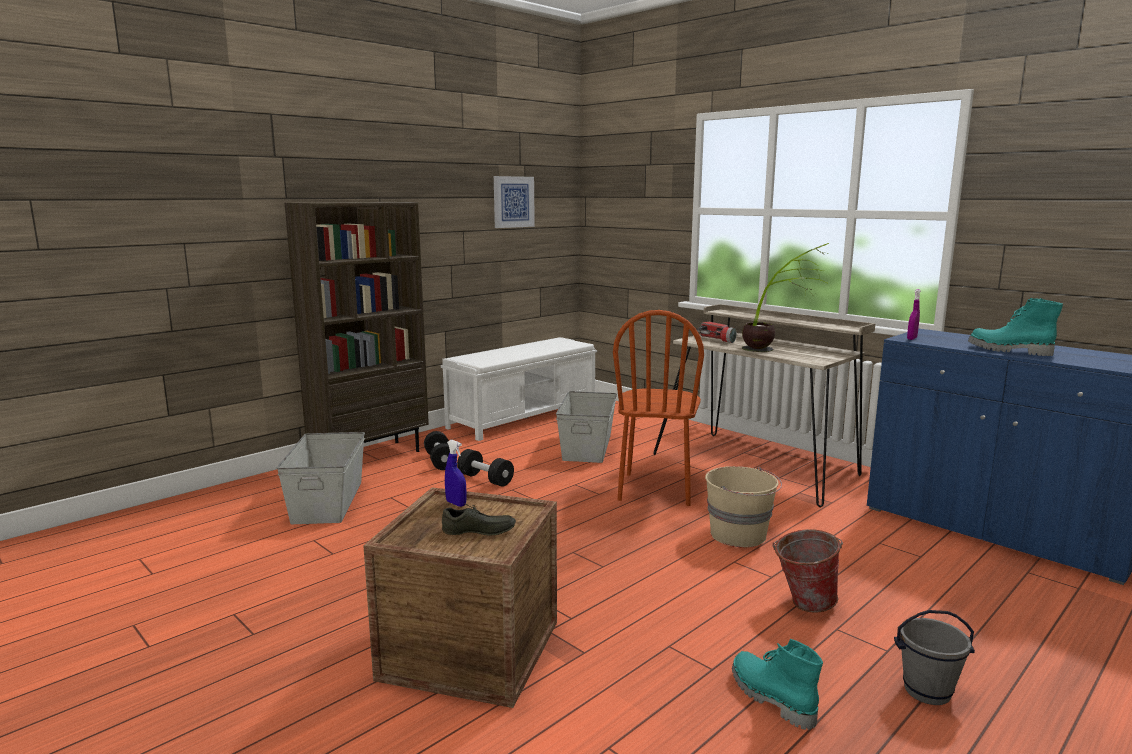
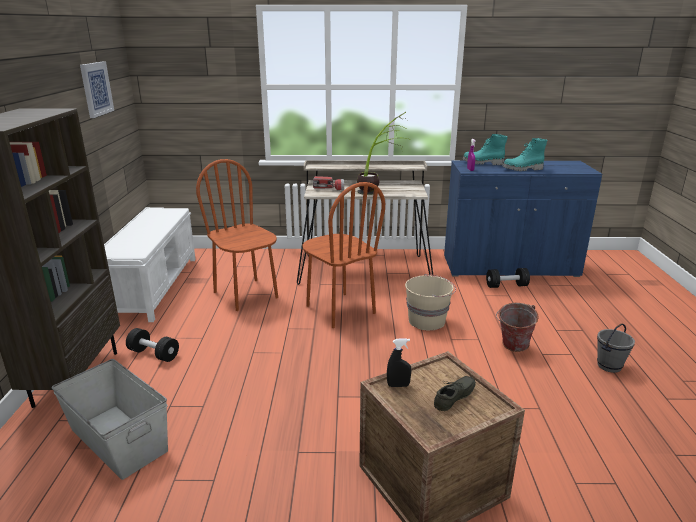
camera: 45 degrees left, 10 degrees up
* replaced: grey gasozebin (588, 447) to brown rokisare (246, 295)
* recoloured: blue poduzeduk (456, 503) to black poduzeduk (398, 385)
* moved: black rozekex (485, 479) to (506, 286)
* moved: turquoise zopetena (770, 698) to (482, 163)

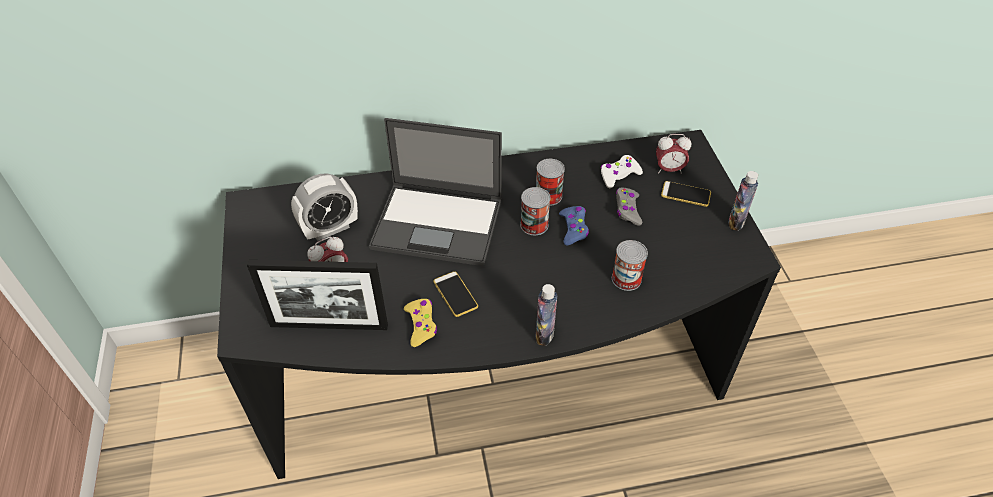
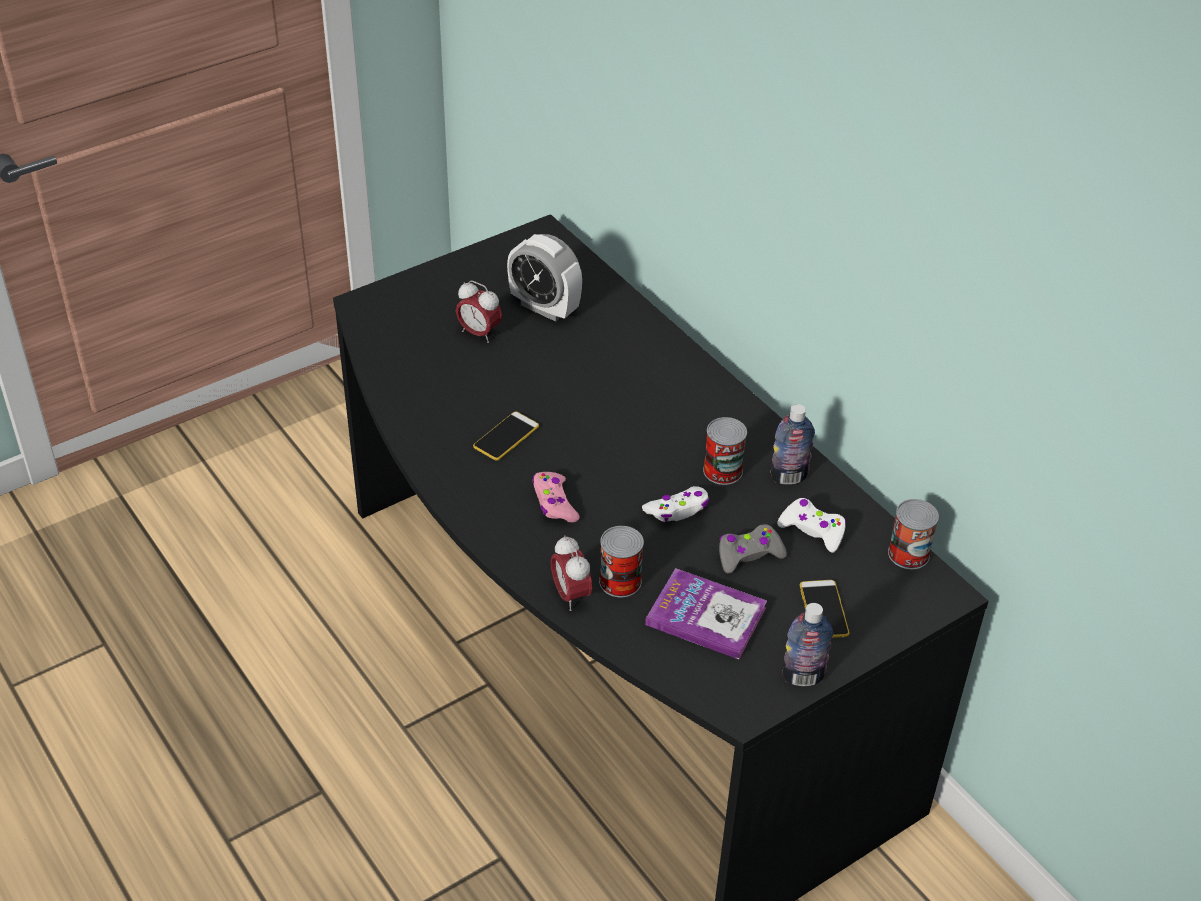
camera: 65 degrees right, 5 degrees down
* removed: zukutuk (439, 224)
* moved: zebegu (669, 169) to (570, 595)
* moved: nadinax (534, 225) to (908, 554)
* recoloured: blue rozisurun (573, 228) to white rozisurun (678, 510)
* removed: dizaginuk (329, 325)
* moved: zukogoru (544, 334) to (788, 477)
* removed: yellow rozisurun (421, 325)
* added: pink rozisurun (554, 503)
* added: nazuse (706, 616)

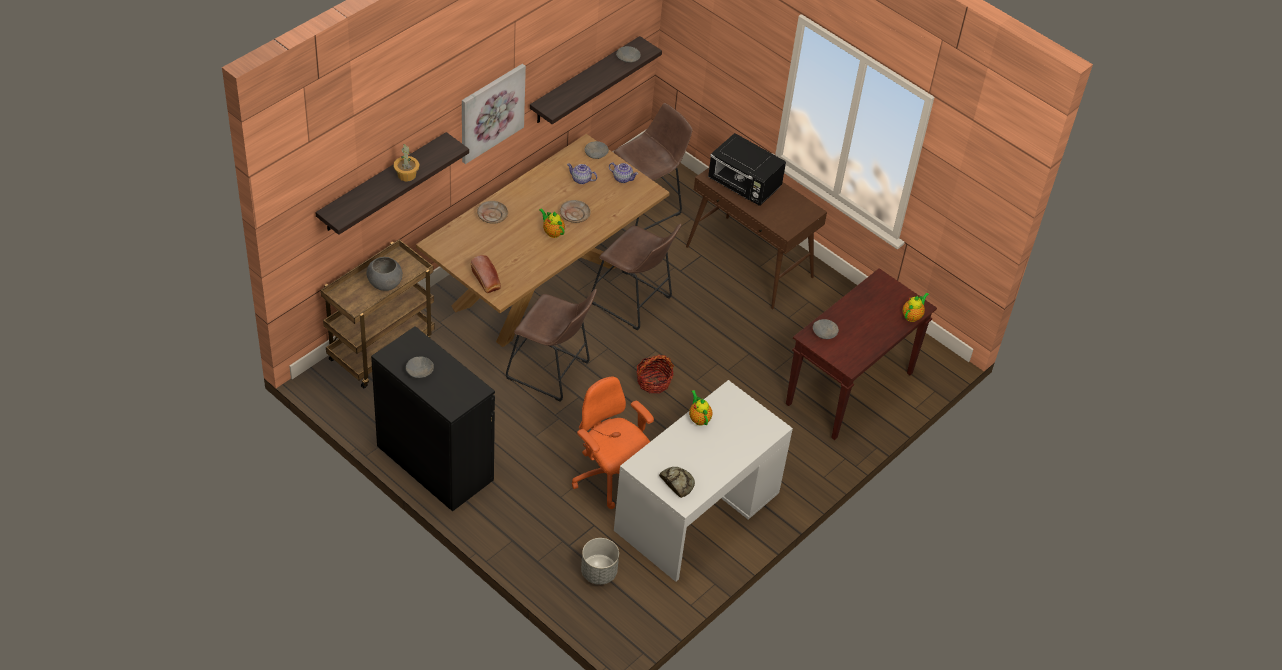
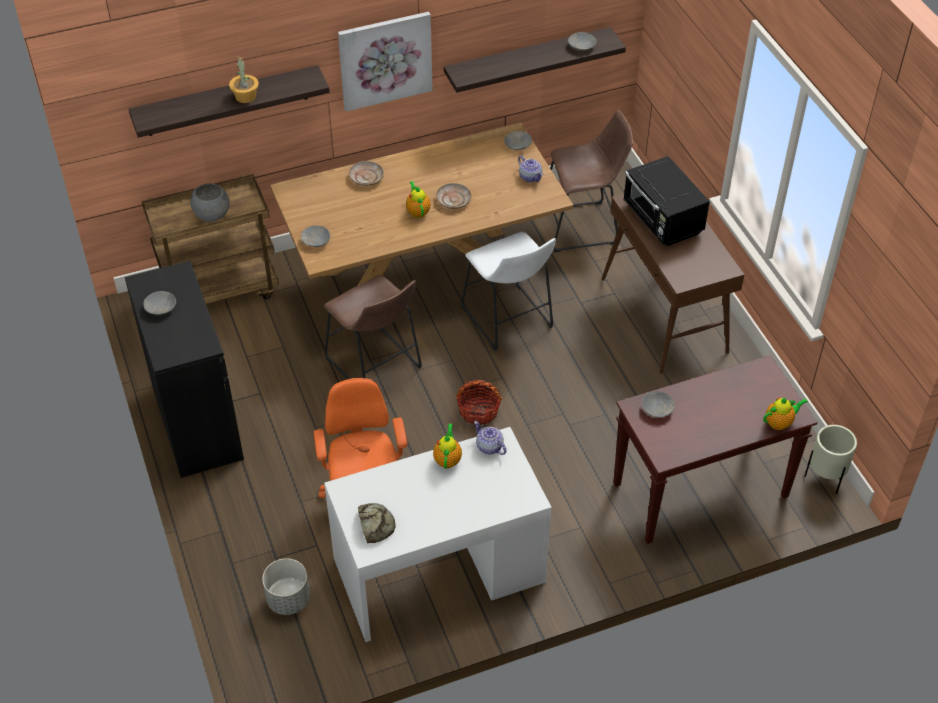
camera: 30 degrees right, 0 degrees up
* moved: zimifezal (581, 180) to (489, 447)
* recoloured: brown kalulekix (634, 303) to white kalulekix (509, 321)
* replaced: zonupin (486, 281) to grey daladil (315, 241)
* added: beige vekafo (825, 479)

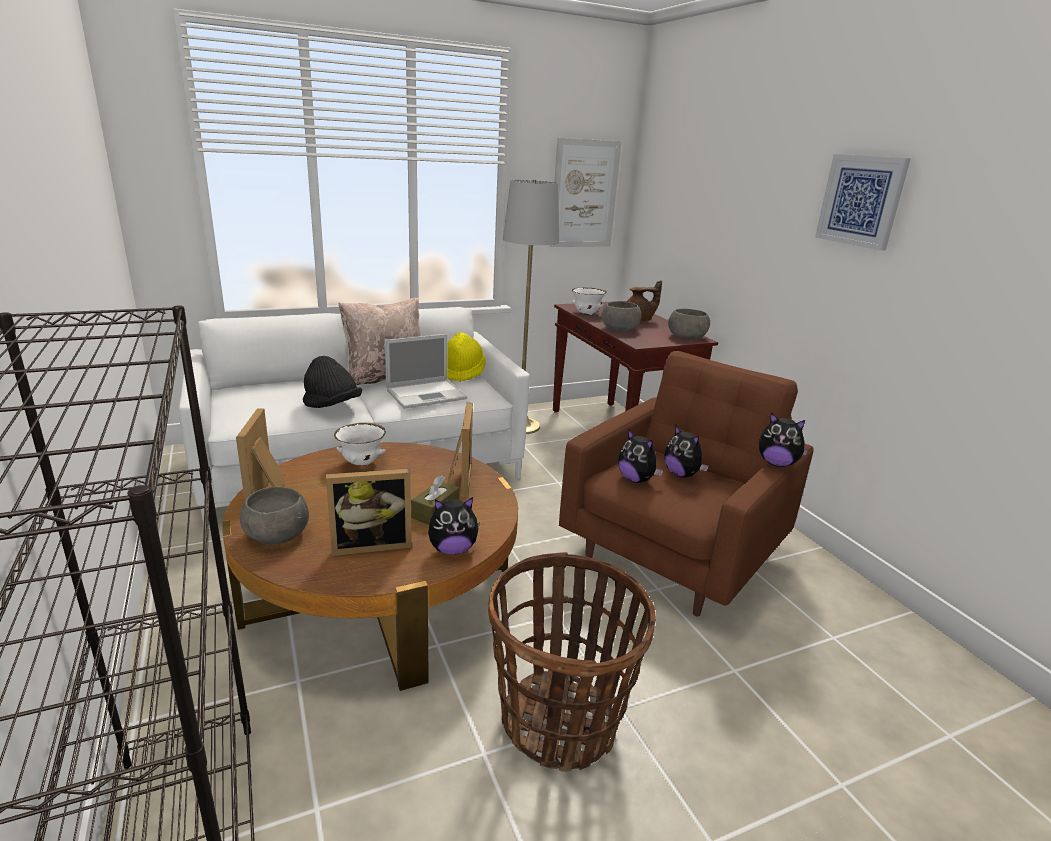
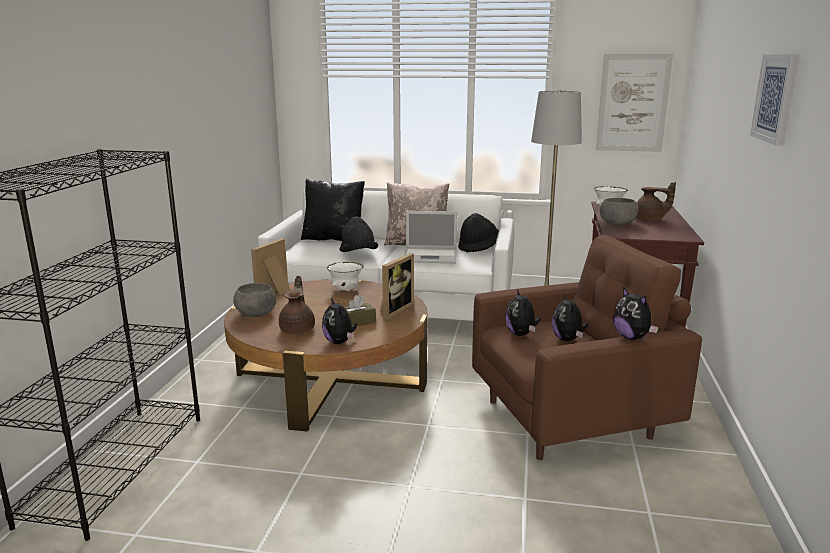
camera: 35 degrees right, 5 degrees down
* removed: grey daladil (687, 337)
* recoloured: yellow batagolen (463, 373) to black batagolen (478, 247)
* replaced: dizaginuk (371, 544) to brown zimifezal (298, 329)
* turned: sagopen (452, 549) = (339, 342) 45 degrees clockwise
* removed: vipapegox (559, 722)
* added: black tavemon (333, 239)

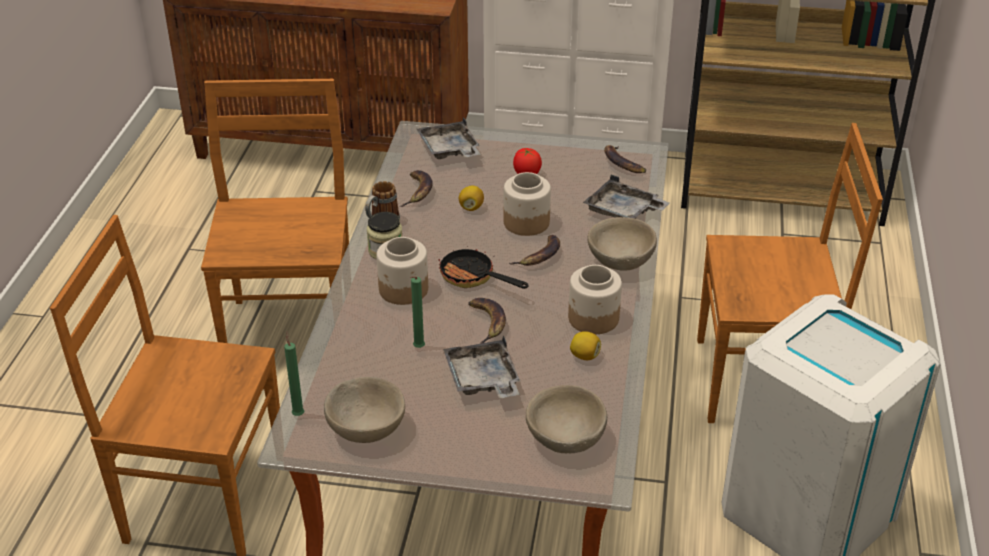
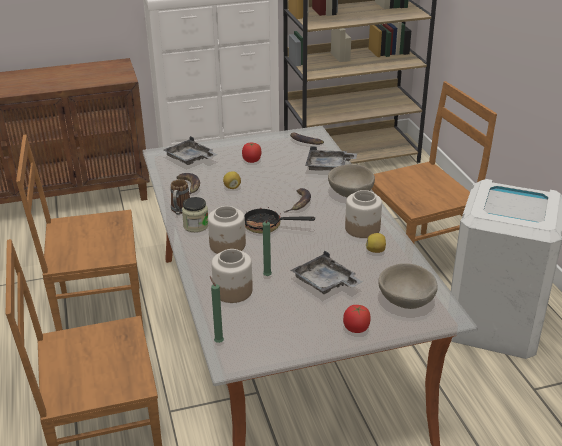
camera: 25 degrees left, 5 degrees down
* turned: brown rokisare (290, 329) = (98, 317) 75 degrees counterclockwise
* moved: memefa (525, 222) to (232, 291)
* removed: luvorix (487, 323)
* removed: beige daladil (367, 429)
* added: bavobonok (356, 329)

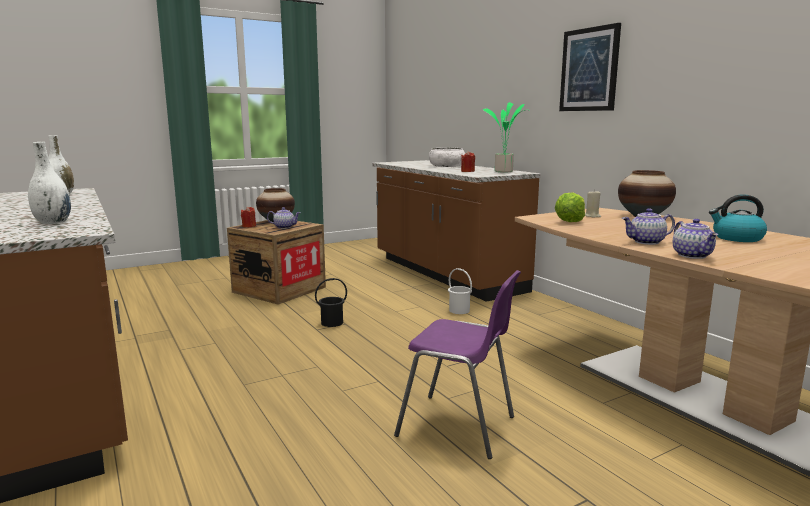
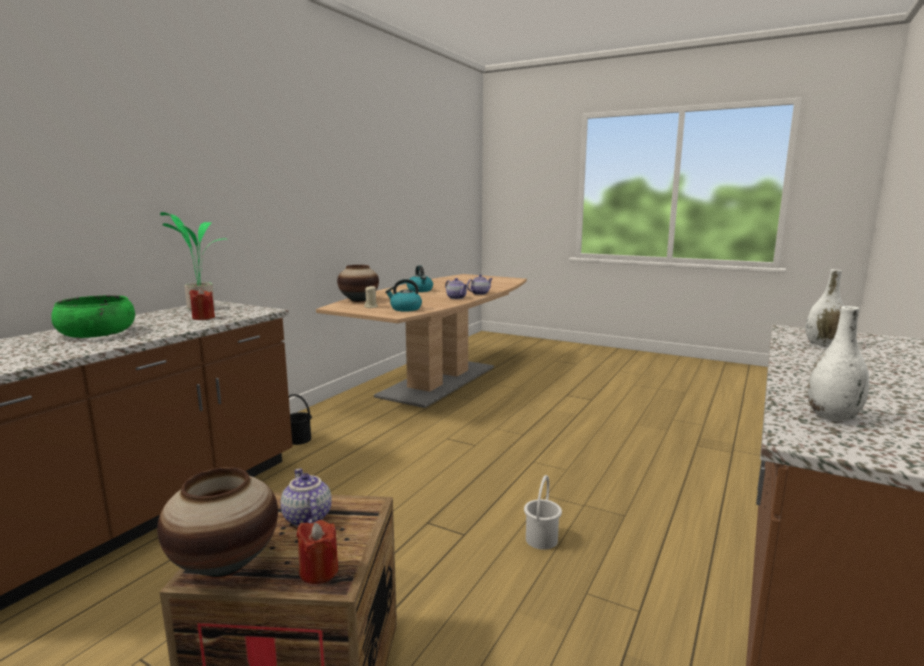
camera: 120 degrees left, 0 degrees up
* removed: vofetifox (589, 70)
* recoloured: white daladil (447, 166) to green daladil (97, 333)
* replaced: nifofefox (569, 221) to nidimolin (405, 309)
* moved: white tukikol (459, 310) to (542, 539)
* removed: purple rokisare (459, 427)
* moved: black tukikol (331, 322) to (299, 440)

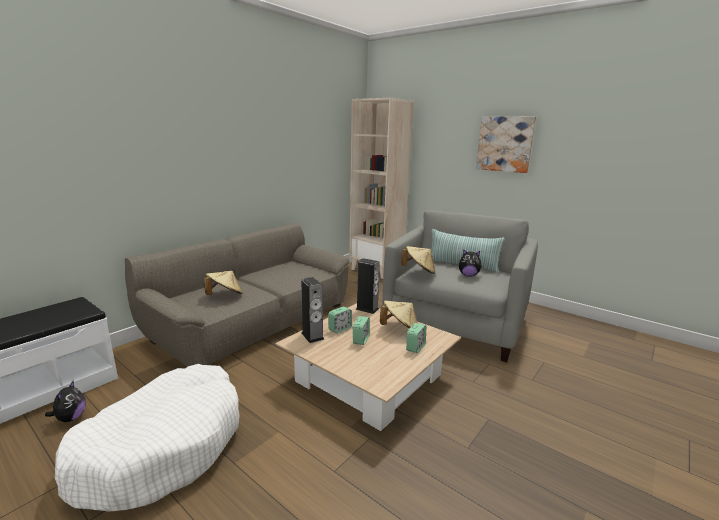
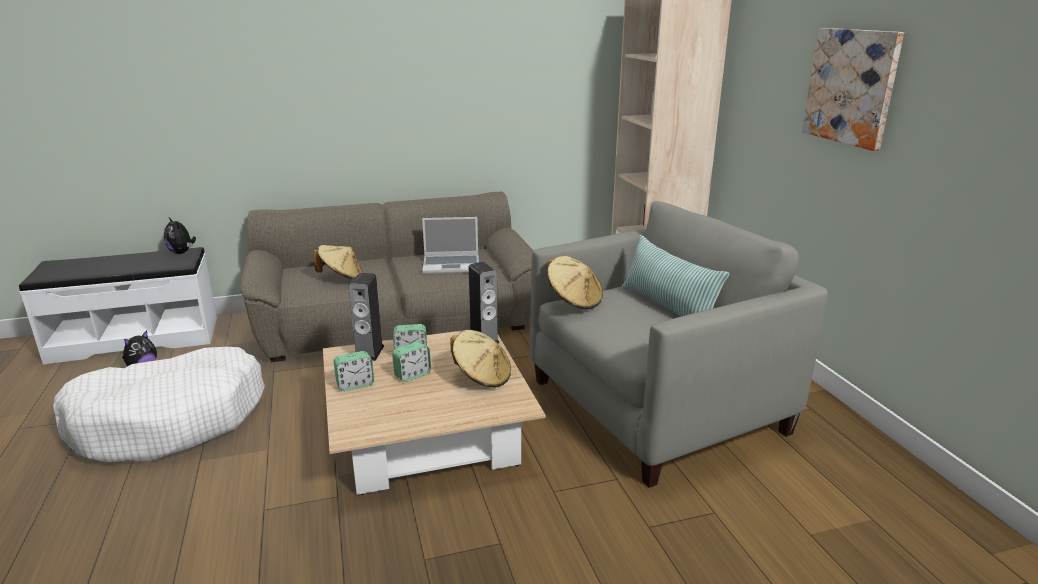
camera: 35 degrees right, 5 degrees up
* moved: sagopen (468, 275) to (182, 252)
* moved: zebegu (415, 347) to (355, 384)
* added: zukutuk (452, 265)

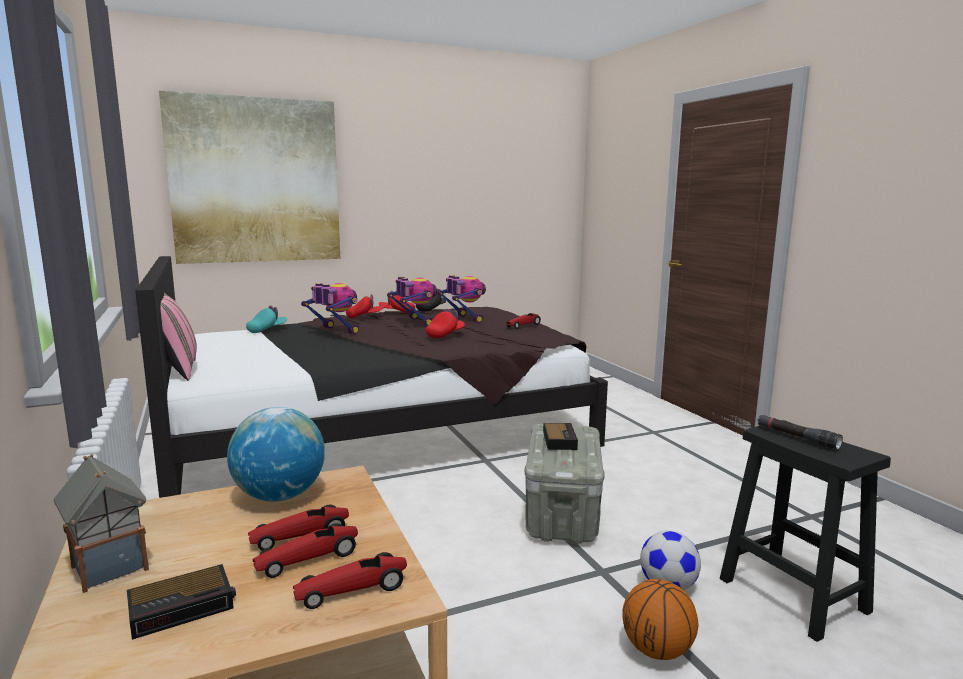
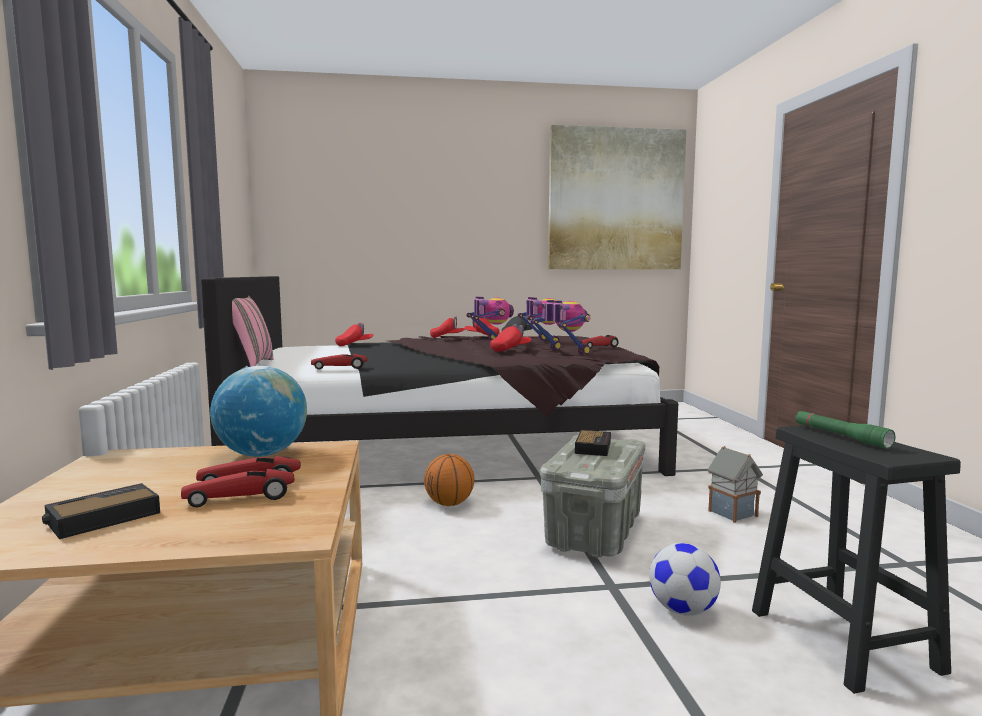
camera: 15 degrees right, 5 degrees down
* moved: vofetifox (256, 181) to (615, 200)
* moved: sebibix (335, 331) to (563, 352)
* recoloured: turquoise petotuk (267, 330) to red petotuk (354, 345)
* recoloured: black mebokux (796, 437) to green mebokux (840, 436)
* moved: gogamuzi (109, 567) to (731, 513)
* moved: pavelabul (352, 590) to (339, 368)
* turned: zebegu (183, 607) = (101, 518) 150 degrees clockwise
* moved: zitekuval (656, 650) to (449, 504)

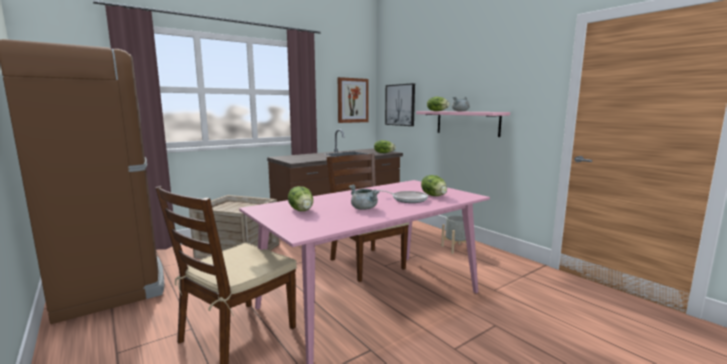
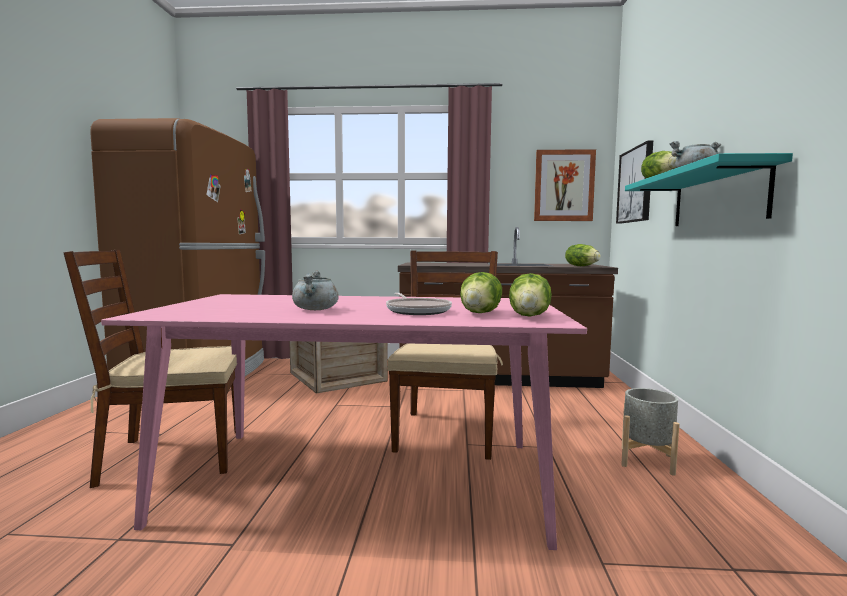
camera: 40 degrees right, 5 degrees down
* recoloured: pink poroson (467, 123) to turquoise poroson (717, 198)
* moved: nifofefox (302, 210) to (530, 316)

